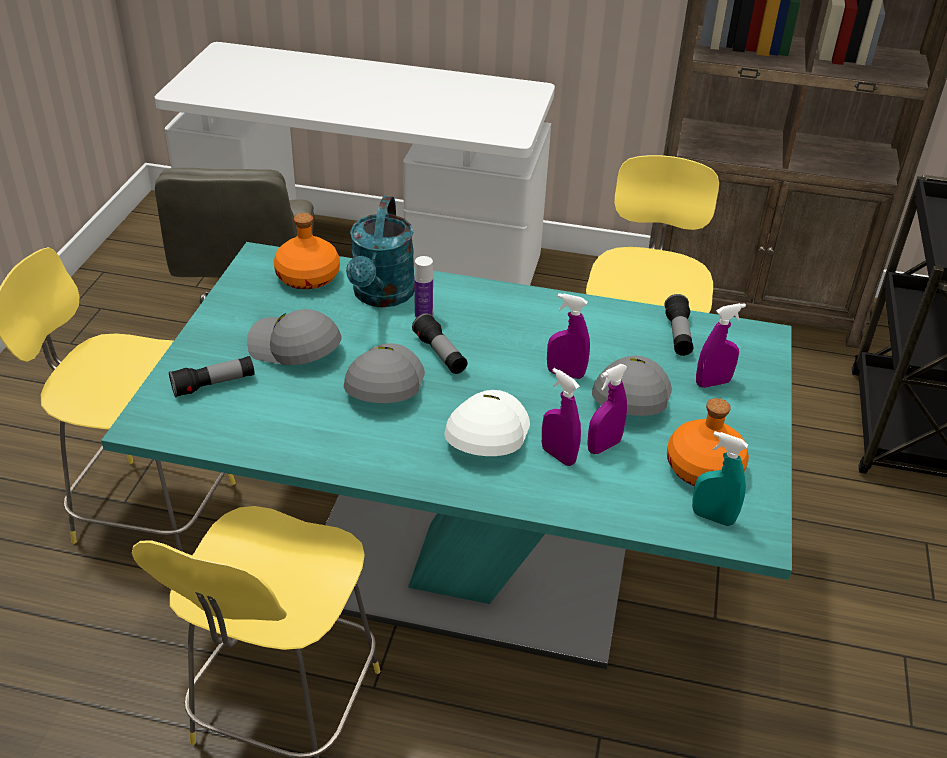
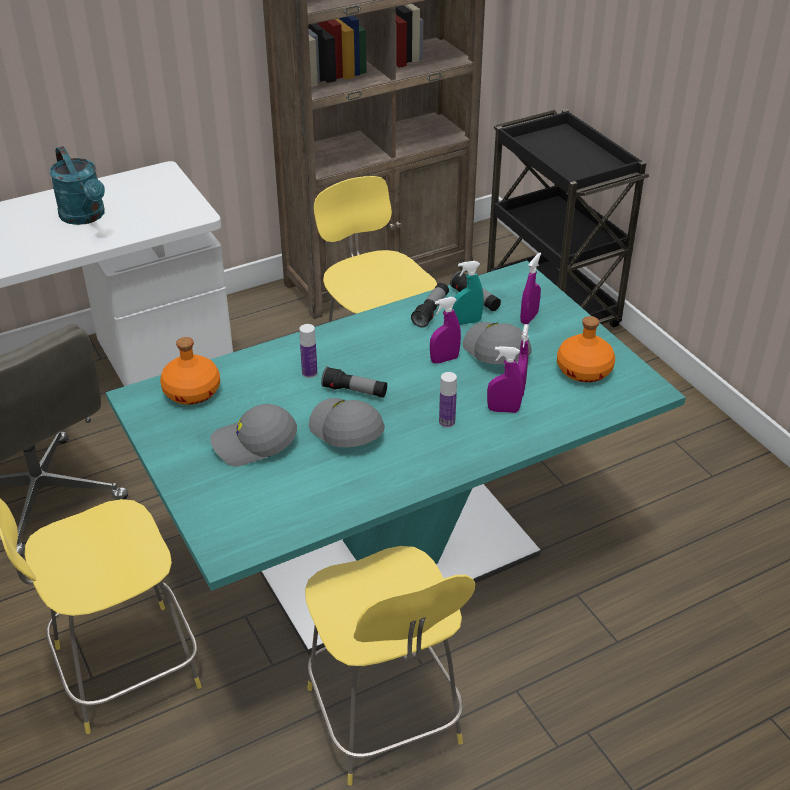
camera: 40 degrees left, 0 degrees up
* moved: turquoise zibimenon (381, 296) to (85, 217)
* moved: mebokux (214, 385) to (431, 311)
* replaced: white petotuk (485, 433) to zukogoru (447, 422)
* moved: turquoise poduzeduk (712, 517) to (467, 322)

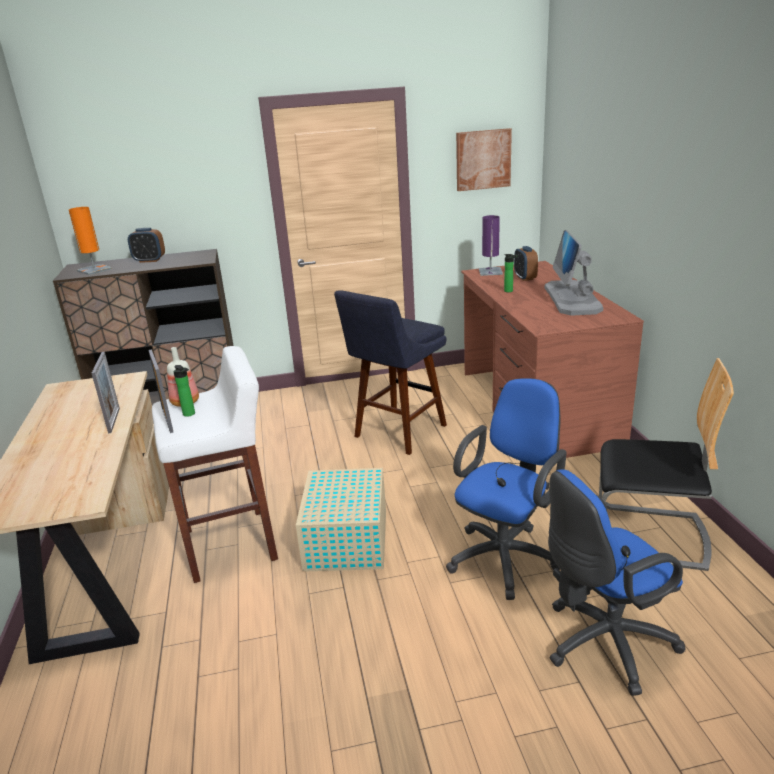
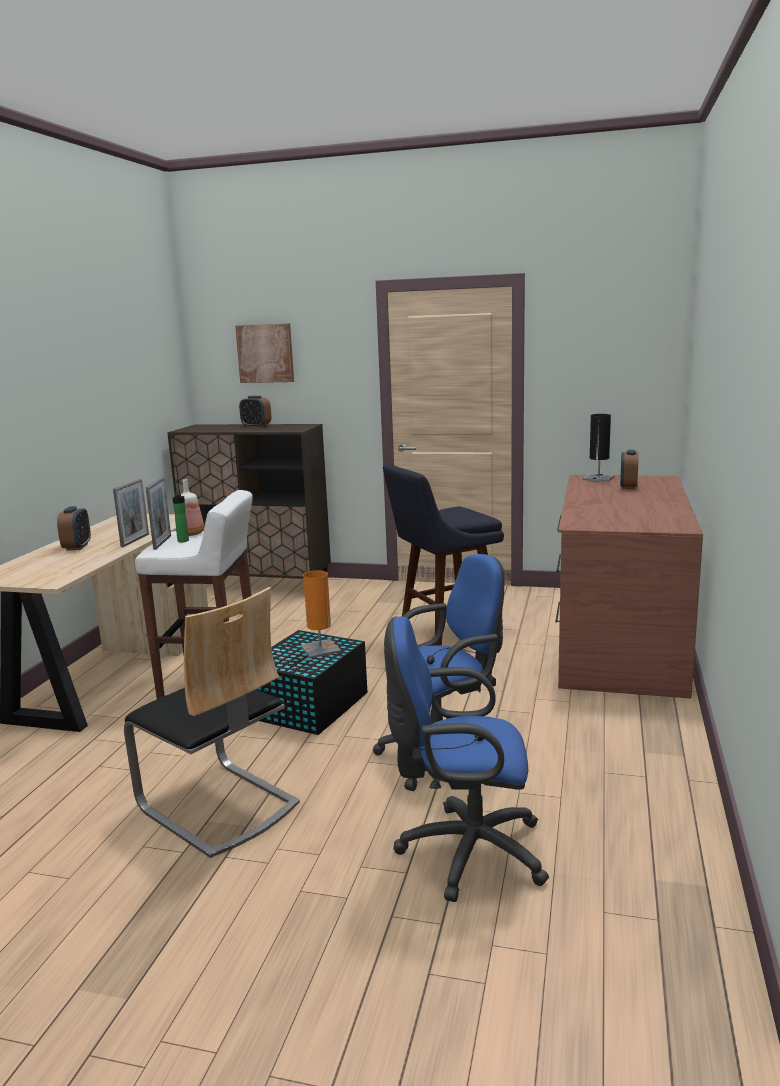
camera: 25 degrees right, 10 degrees down
* moved: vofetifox (483, 159) to (265, 353)
* moved: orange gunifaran (94, 270) to (320, 649)
* recoloured: purple gunifaran (490, 272) to black gunifaran (598, 478)
* removed: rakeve (572, 298)
* removed: zukogoru (510, 291)
* moved: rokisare (650, 536) to (217, 806)
* recoloured: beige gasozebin (346, 541) to black gasozebin (308, 706)
* added: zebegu (77, 547)

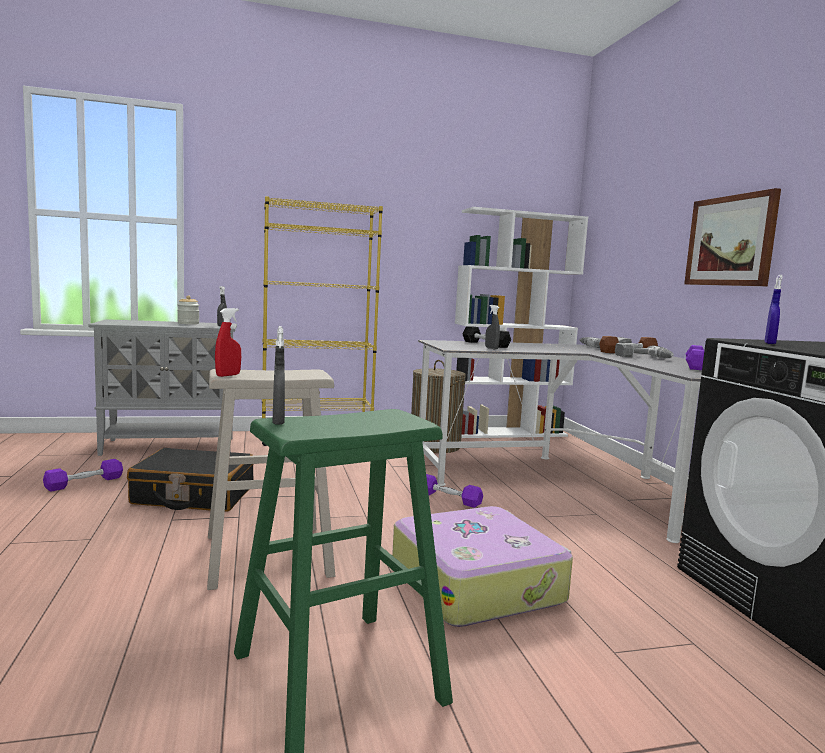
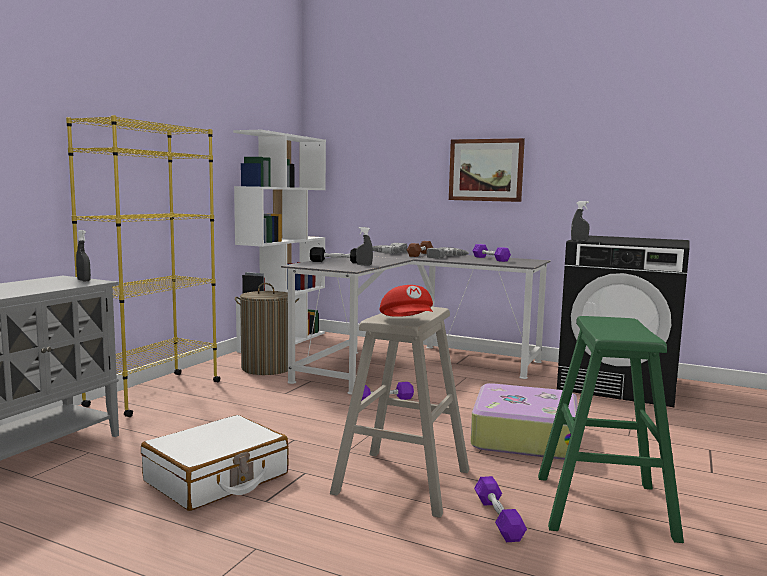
camera: 50 degrees left, 0 degrees up
* removed: blue poduzeduk (769, 343)
* removed: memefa (188, 323)
* replaced: red poduzeduk (228, 375) to red petotuk (408, 322)
* moved: grey poduzeduk (278, 421) to (579, 241)
* recoloured: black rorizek (193, 495) to white rorizek (217, 478)
* moved: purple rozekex (84, 483) to (498, 518)

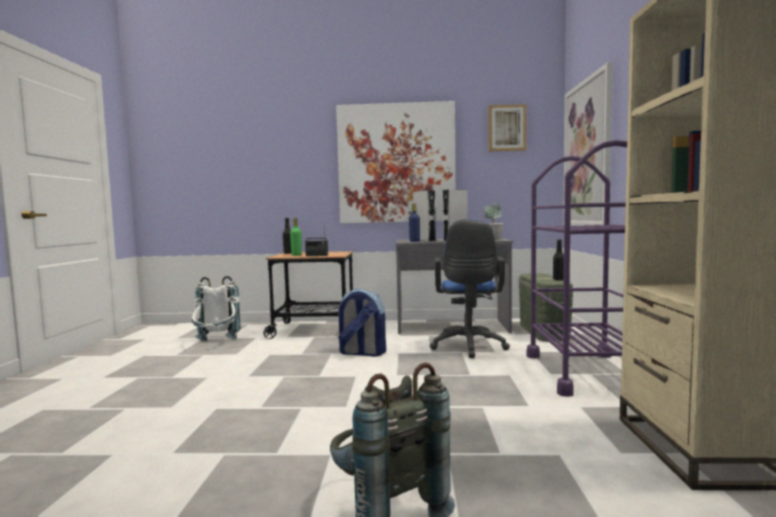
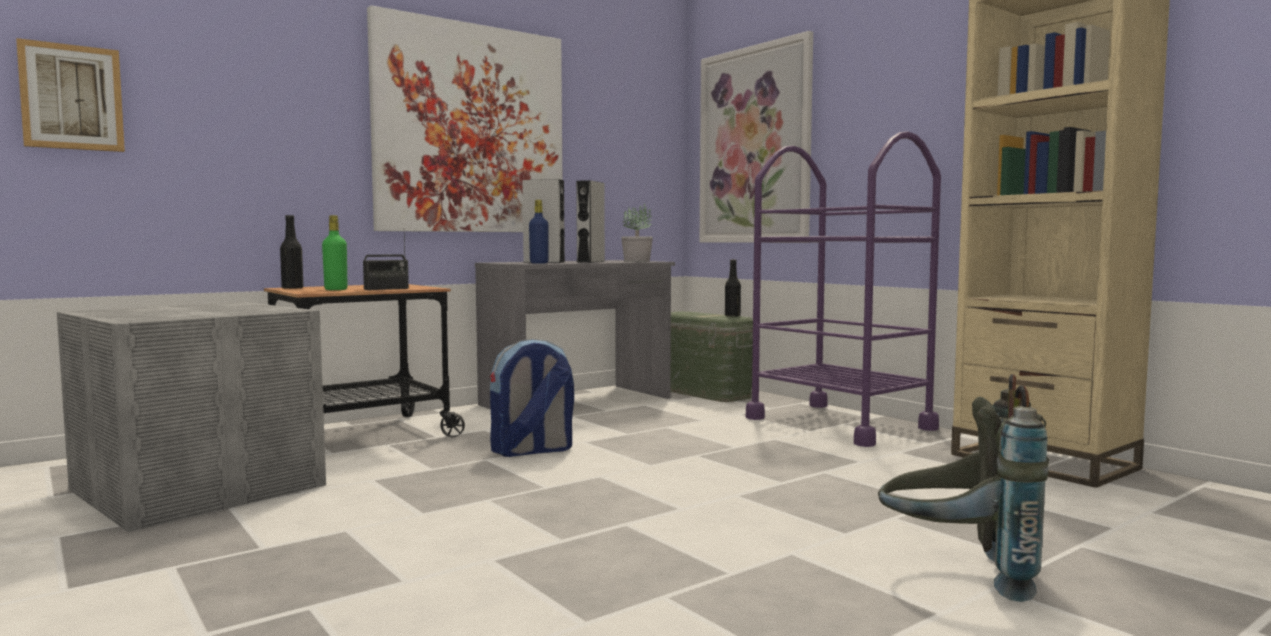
camera: 40 degrees left, 0 degrees up
* moved: vofetifox (506, 128) to (72, 97)
* removed: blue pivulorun (468, 347)
* replaced: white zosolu (216, 343) to grey gasozebin (200, 486)

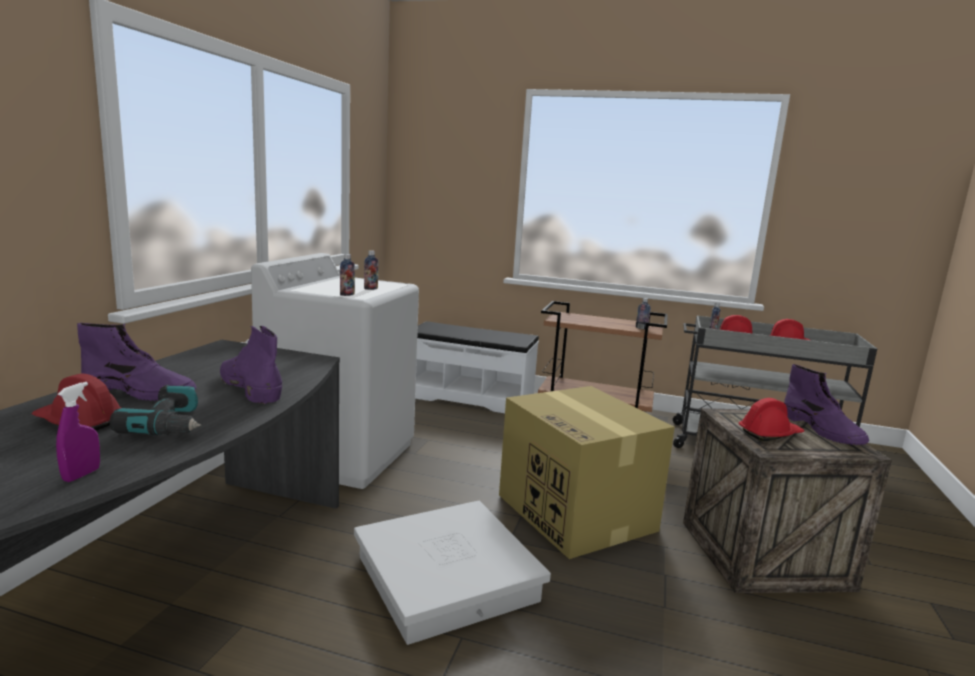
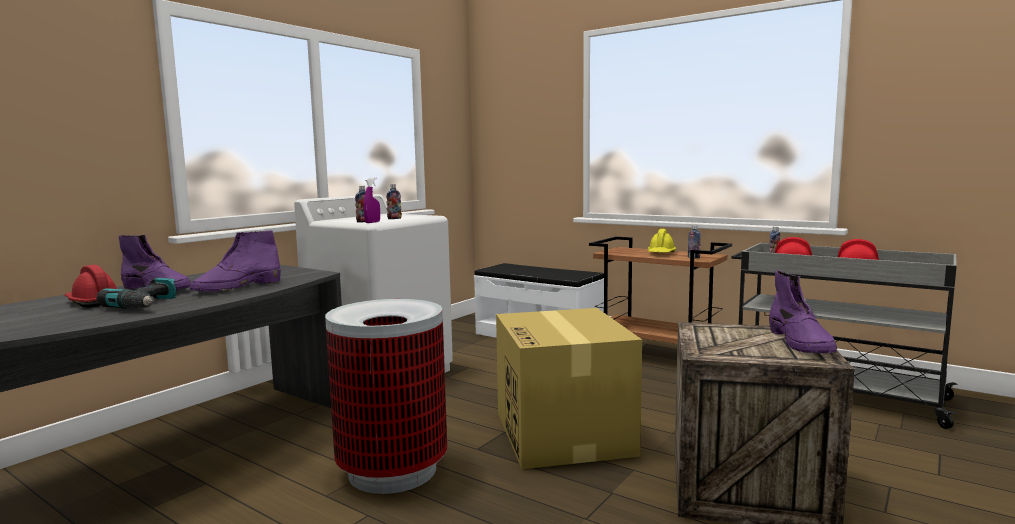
camera: 20 degrees right, 5 degrees down
* turned: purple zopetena (249, 387) = (237, 287) 120 degrees counterclockwise
* moved: purple poduzeduk (81, 475) to (372, 222)
* removed: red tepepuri (769, 434)
* replaced: white gasozebin (445, 578) to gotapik (392, 471)
* added: yellow tepepuri (661, 253)

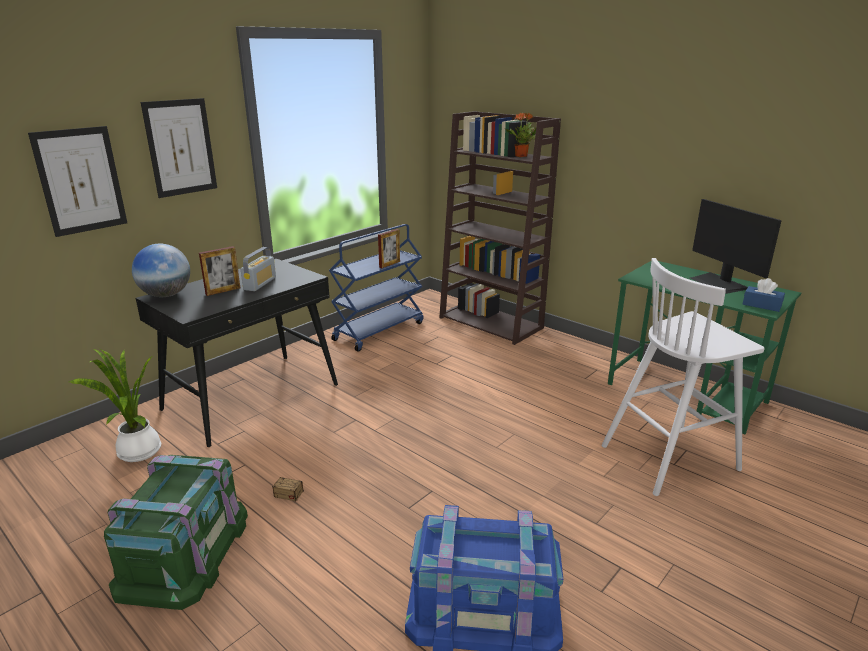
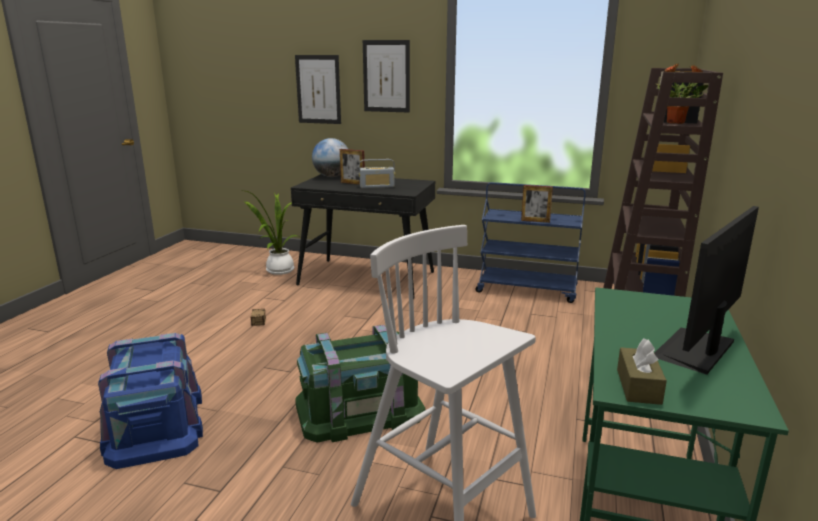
camera: 65 degrees right, 5 degrees down
* recoloured: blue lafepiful (761, 305) to brown lafepiful (638, 386)
* moved: green gasozebin (185, 551) to (359, 410)

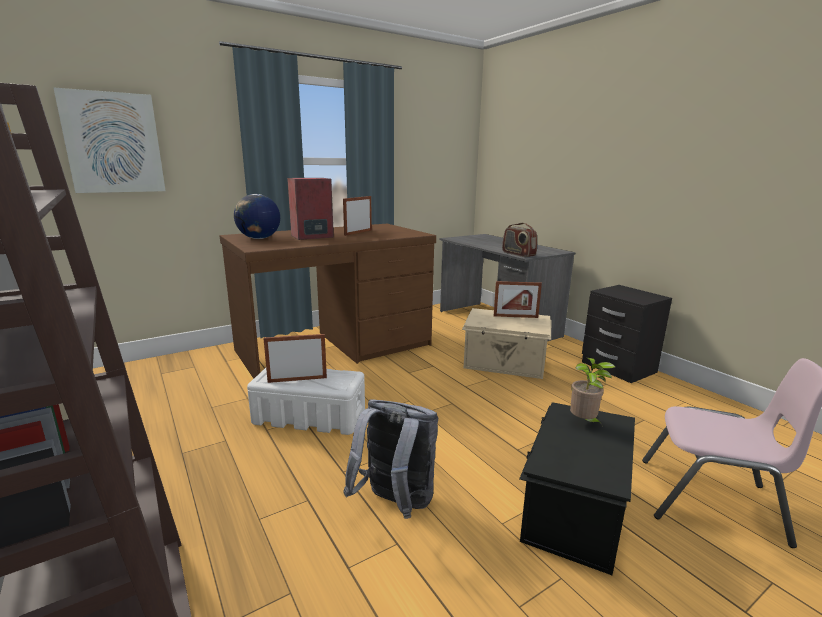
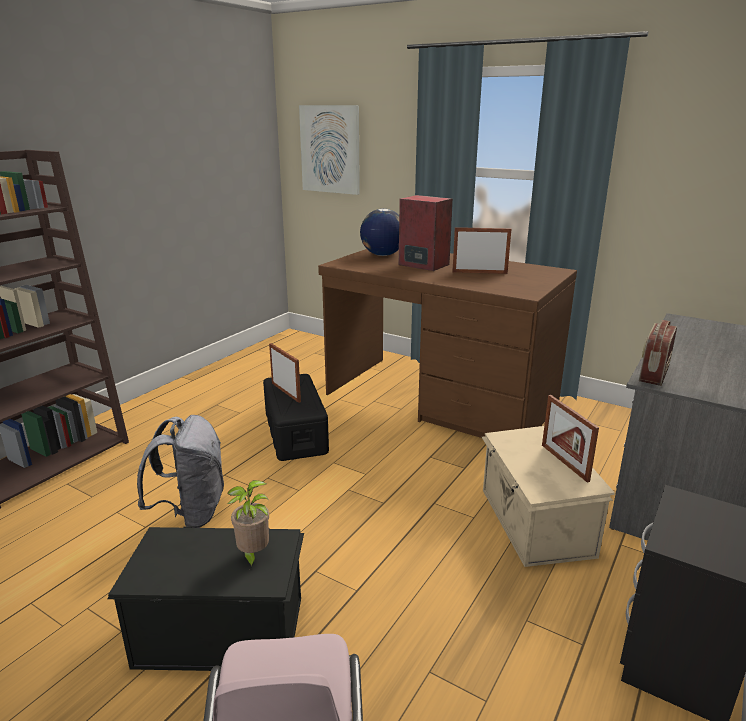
camera: 65 degrees right, 5 degrees up
* recoloured: white gasozebin (309, 416) to black gasozebin (295, 432)

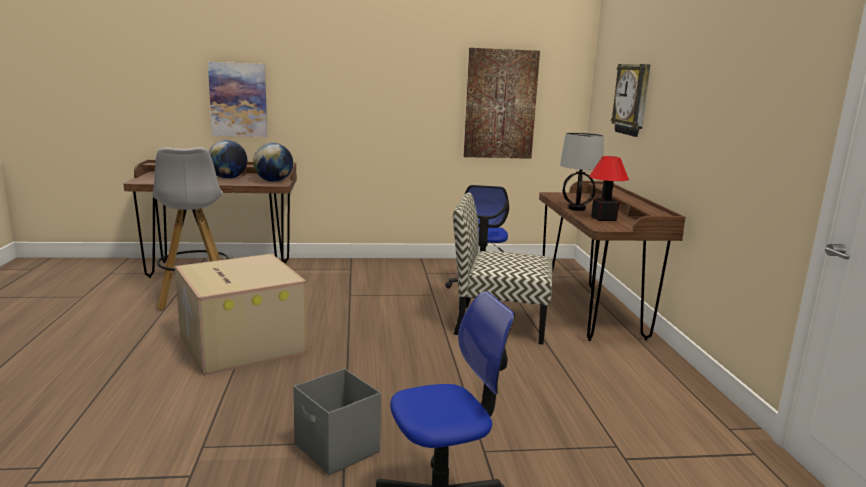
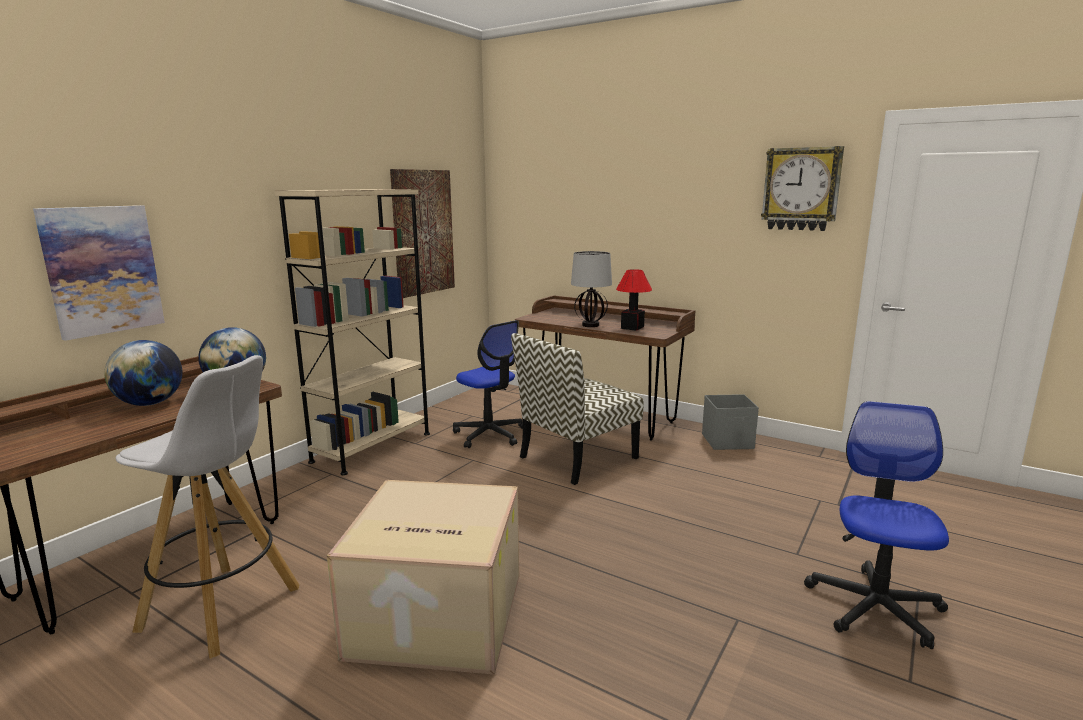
camera: 50 degrees left, 0 degrees up
* moved: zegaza (632, 99) to (801, 189)
* moved: grey gasozebin (337, 449) to (728, 442)
* added: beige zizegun (372, 447)

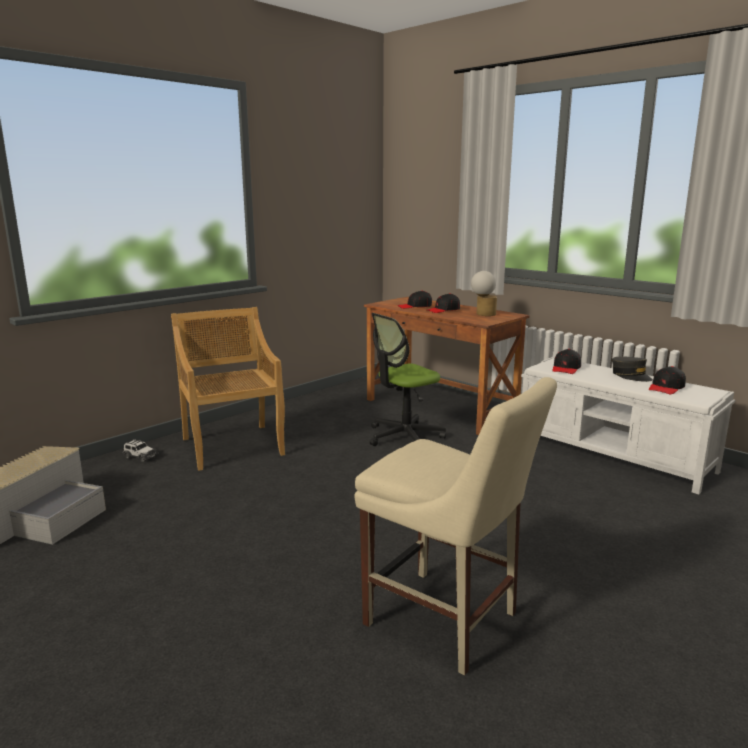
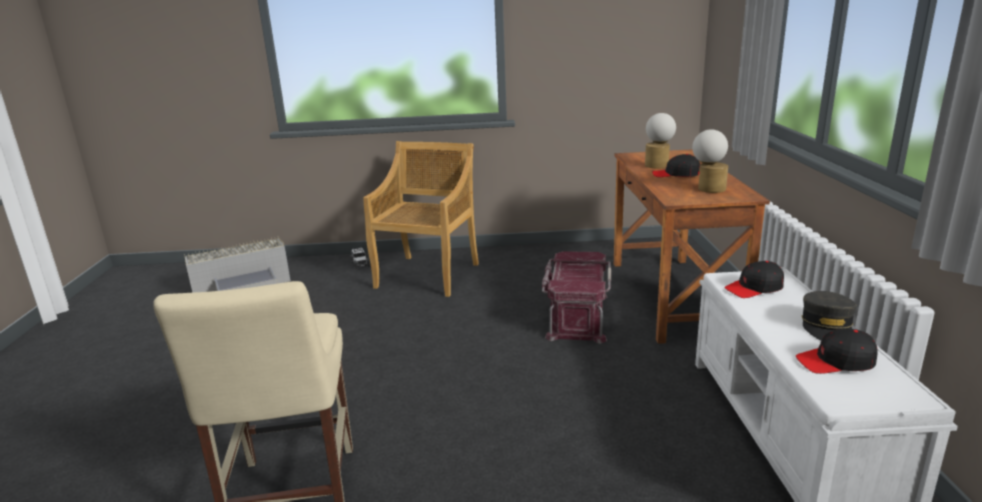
camera: 45 degrees right, 5 degrees up
* replaced: black petotuk (415, 306) to gunifaran (658, 164)
* replaced: pivulorun (404, 437) to red gasozebin (576, 316)

